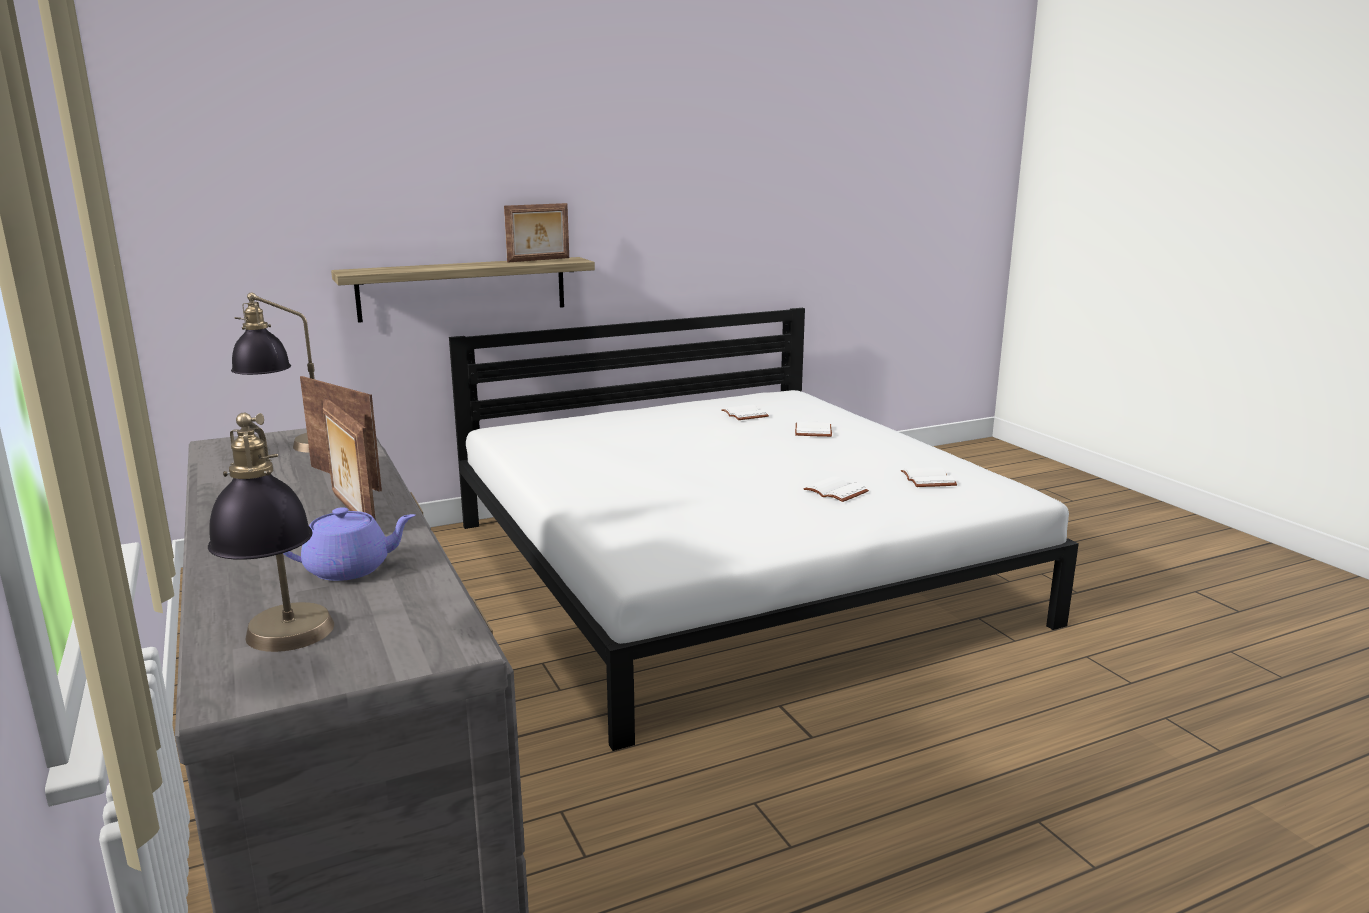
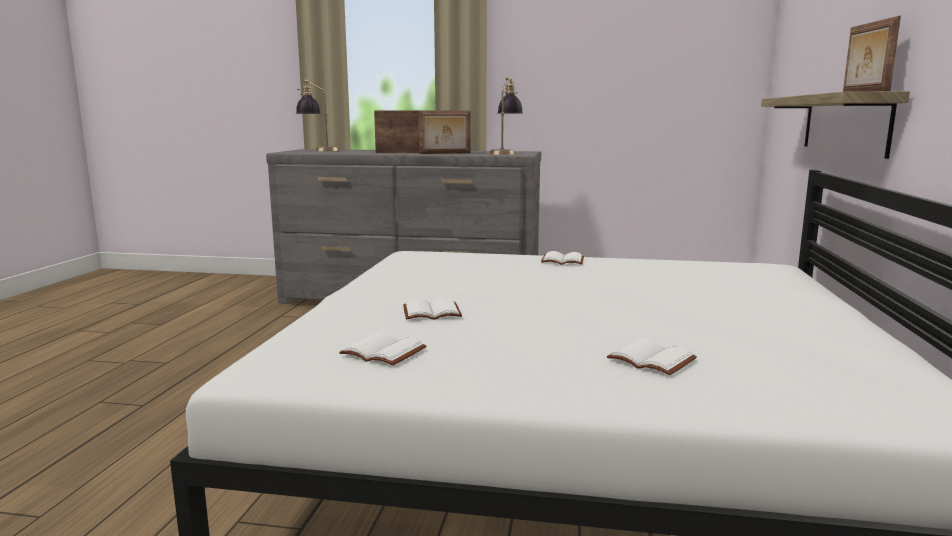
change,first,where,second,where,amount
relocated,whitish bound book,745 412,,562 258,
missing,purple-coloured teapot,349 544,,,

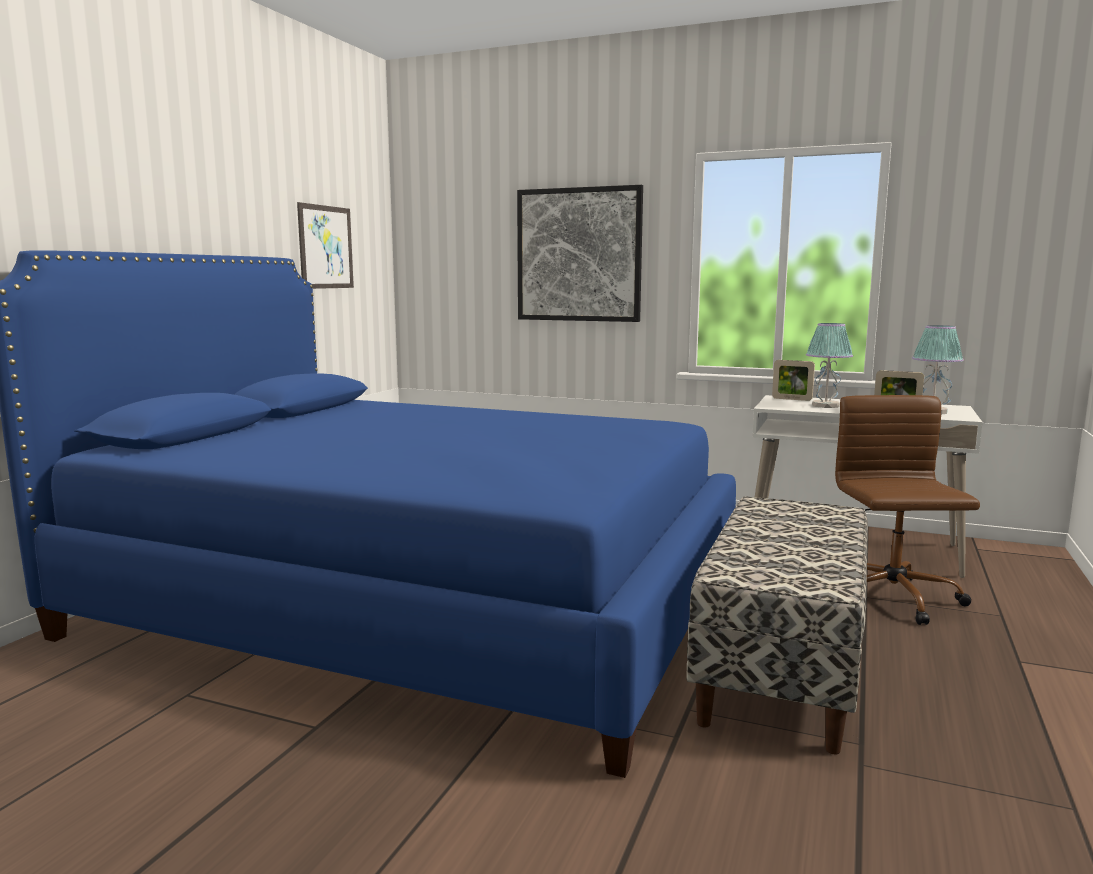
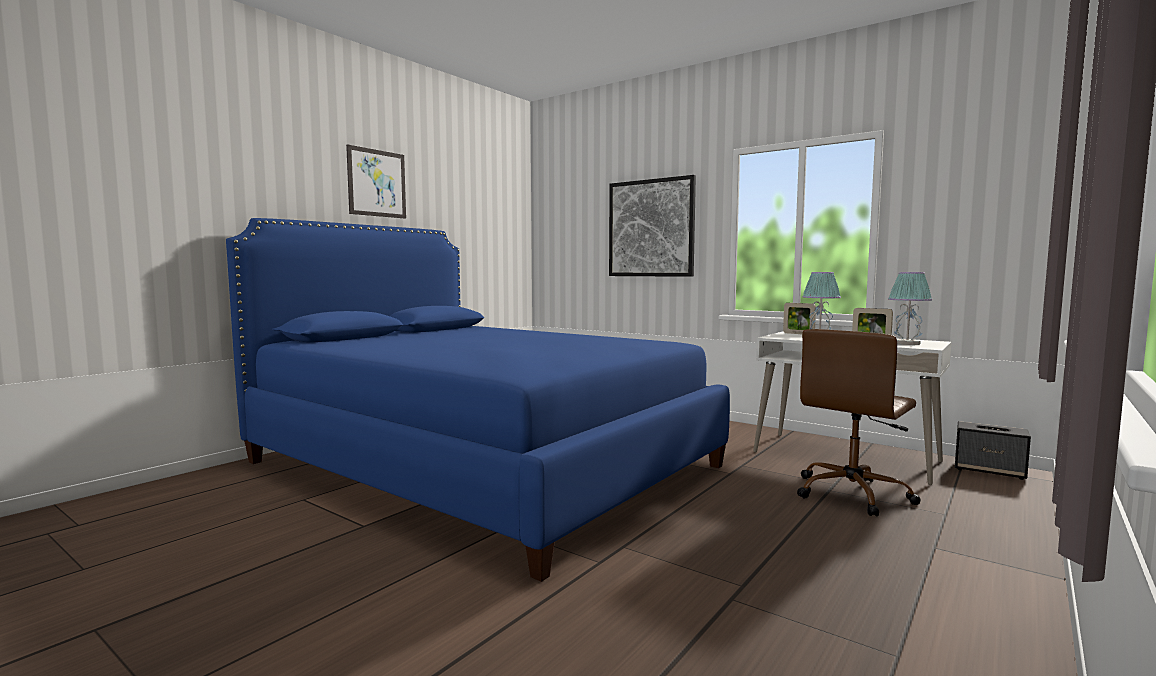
change,first,where,second,where,amount
relocated,wall picture,325 245,,376 181,
spun,brownish office chair,907 510,,859 422,150 degrees counterclockwise
appeared,,,speaker,993 450,
missing,bench,777 625,,,

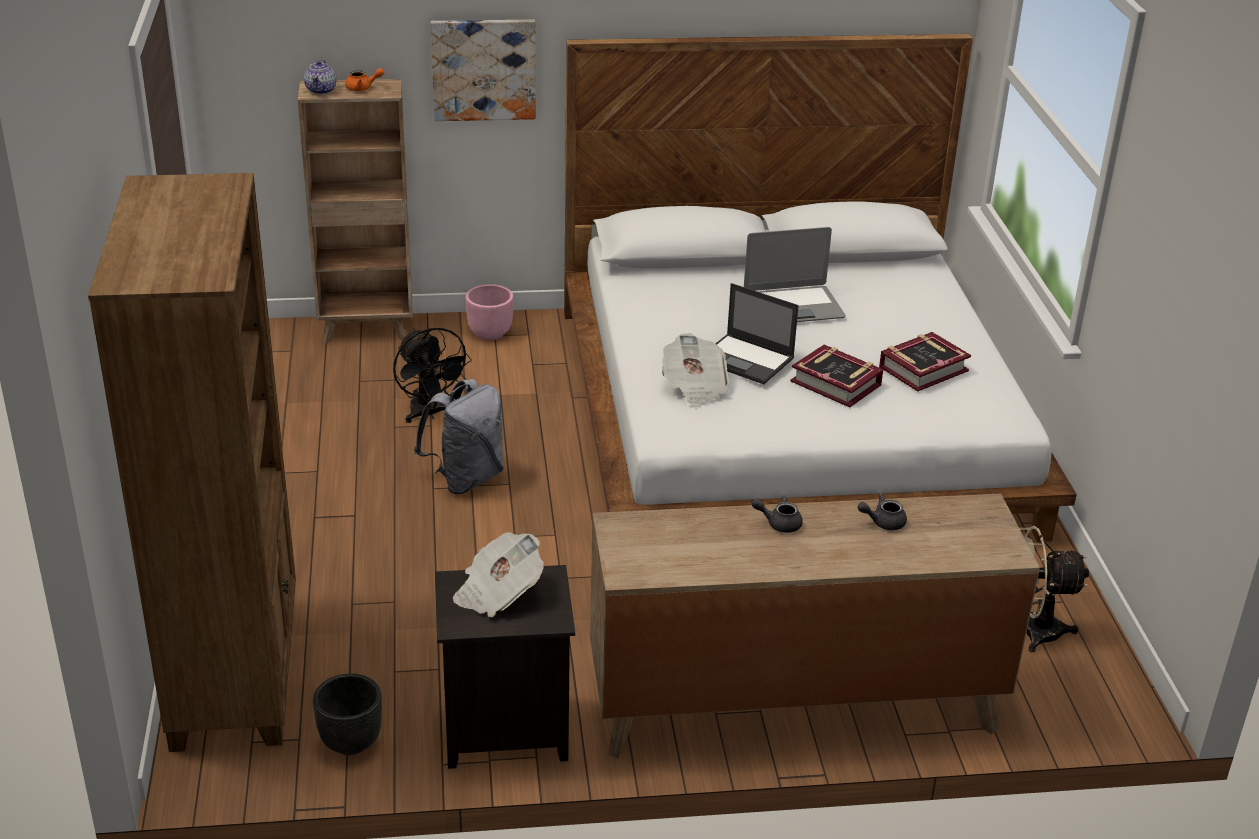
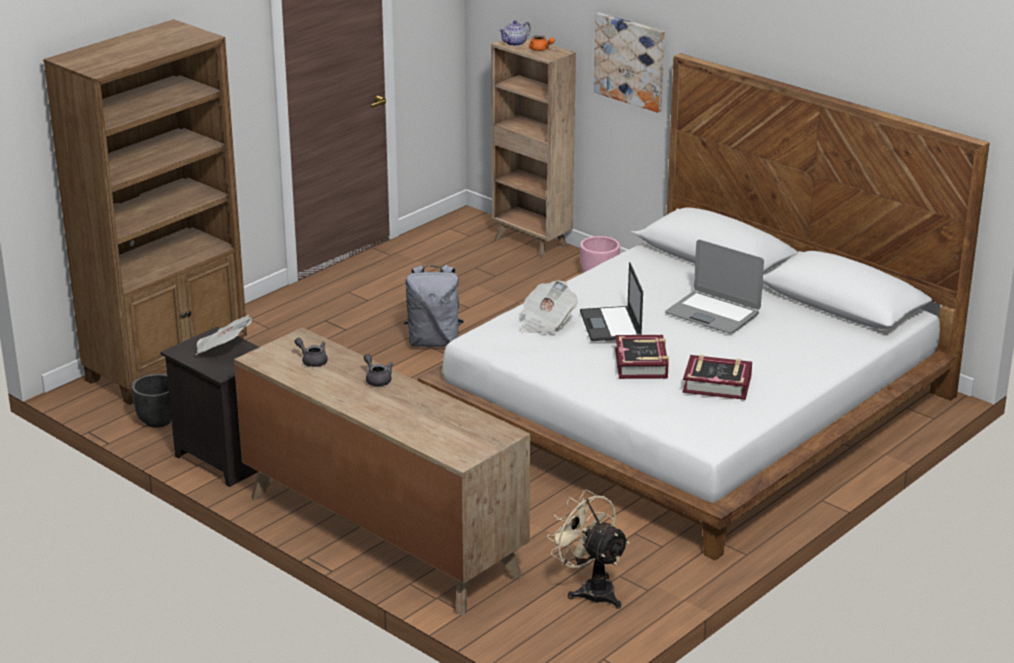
change,first,where,second,where,amount
relocated,greyish teapot,882 511,,311 352,
missing,black fan,432 375,,,

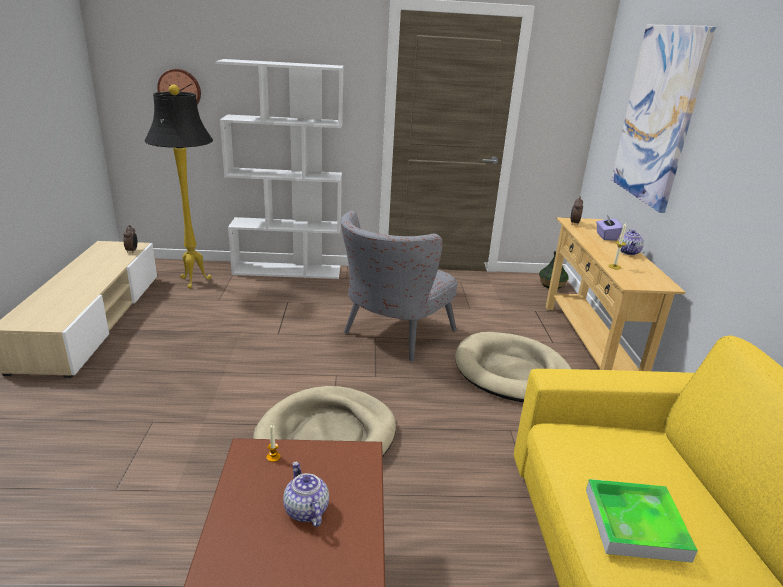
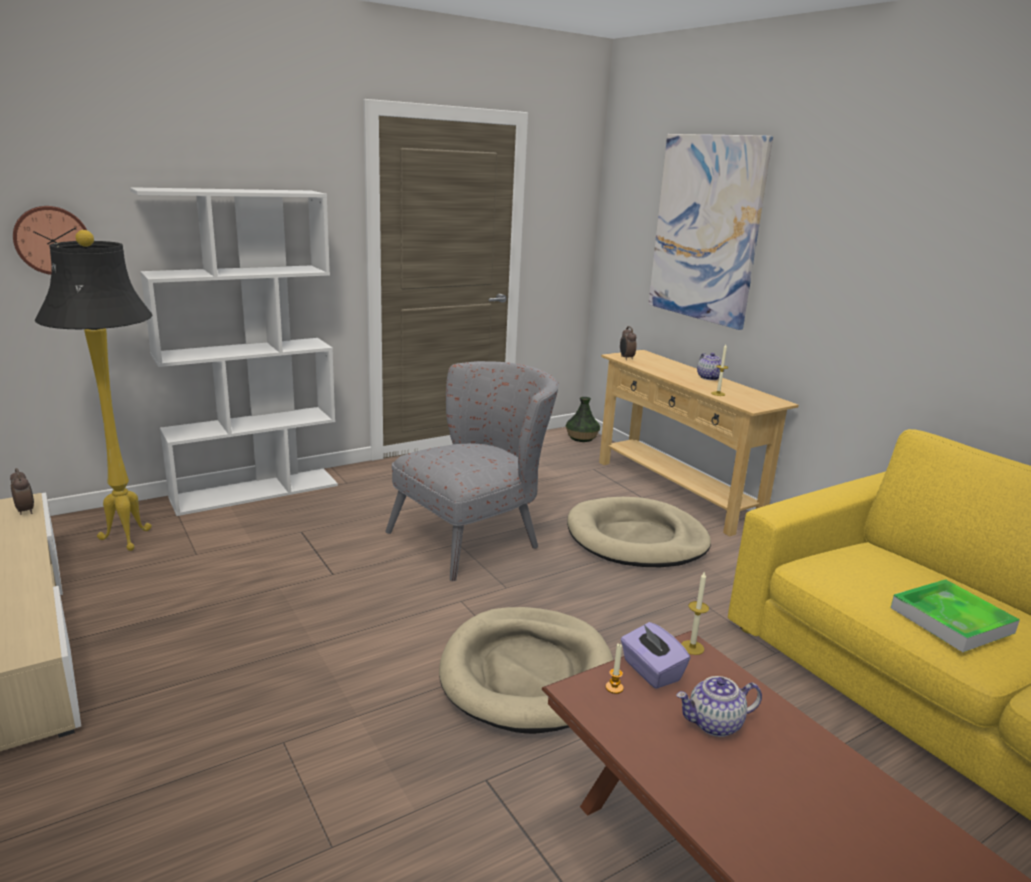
change,first,where,second,where,amount
spun,greyish easy chair,399 286,,472 471,135 degrees counterclockwise
relocated,purple-coloured box of tissues,609 228,,655 655,
spun,teapot,306 494,,719 706,45 degrees counterclockwise
appeared,,,candle,695 613,

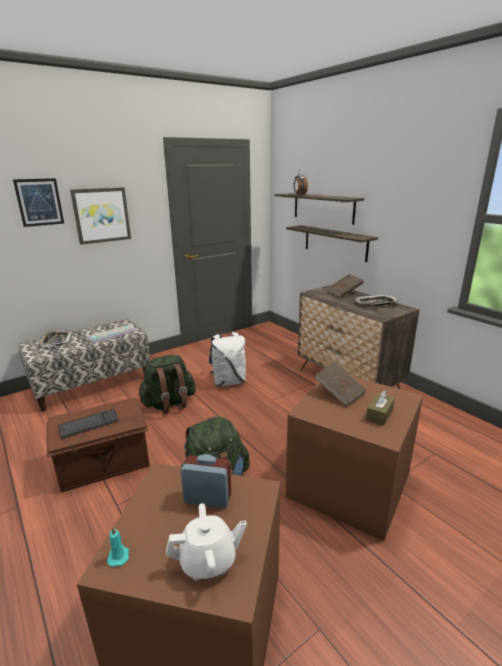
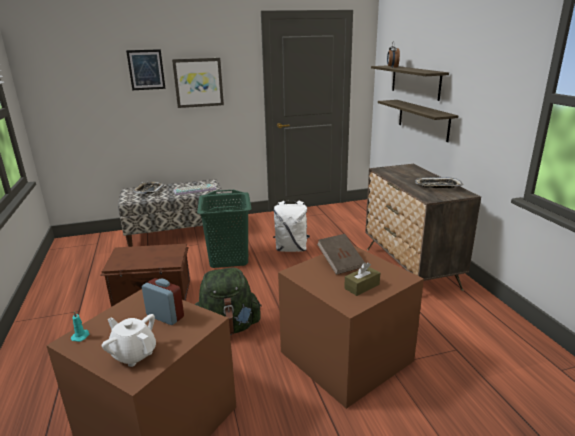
change,first,where,second,where,amount
spun,whitish teapot,206 541,,129 340,150 degrees counterclockwise
exchanged,green-coloured knapsack,167 384,green-coloured hamper,224 229,
missing,keyboard,88 424,,,
missing,brownish bound book,346 286,,,

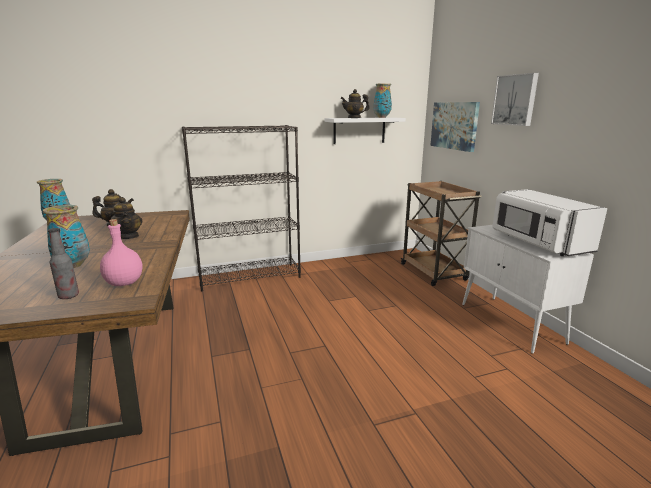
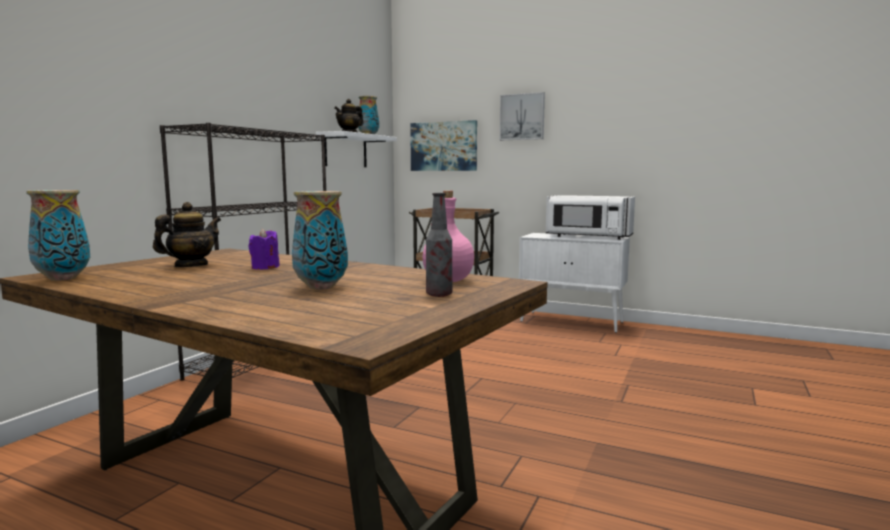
change,first,where,second,where,amount
exchanged,teapot,125 218,purple-coloured candle,264 249,

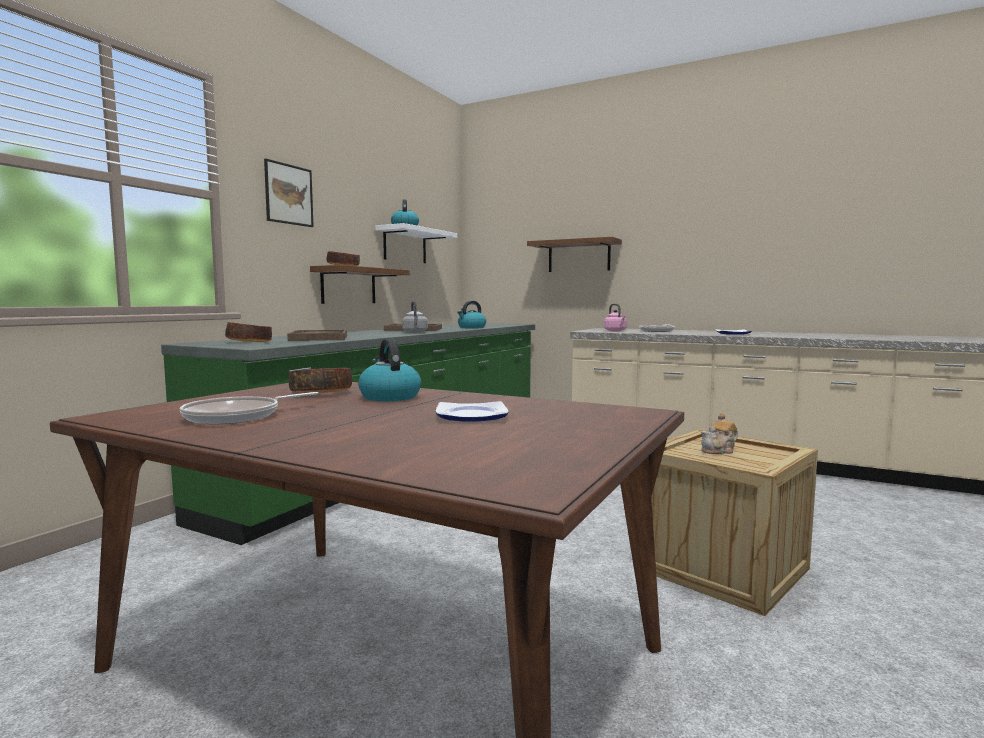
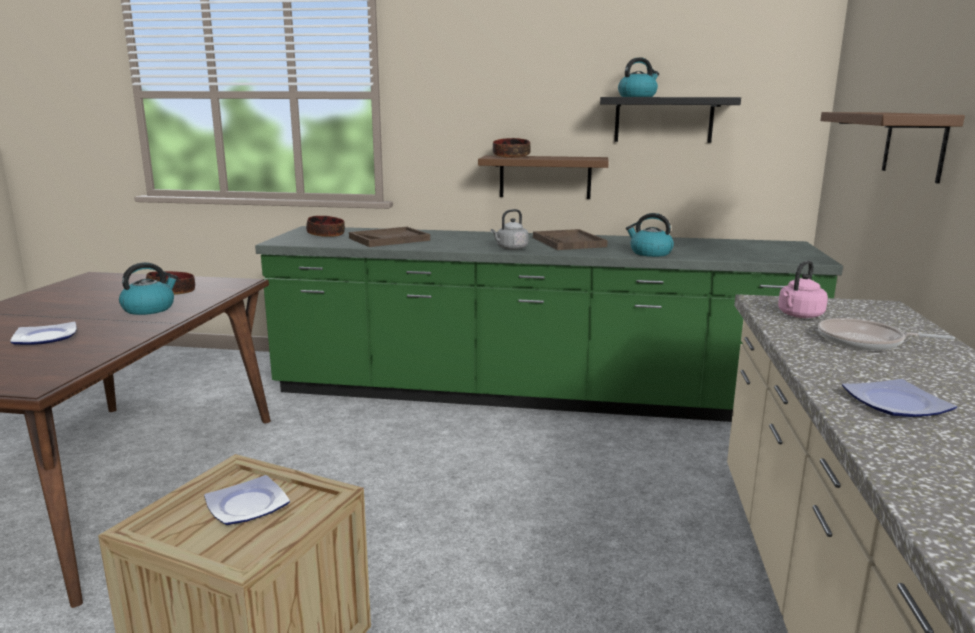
change,first,where,second,where,amount
exchanged,teapot,719 433,flat dish,247 500,
colour,whitish shelf,416 243,black shelf,670 120,
missing,frying pan,249 408,,,
missing,wall picture,289 193,,,

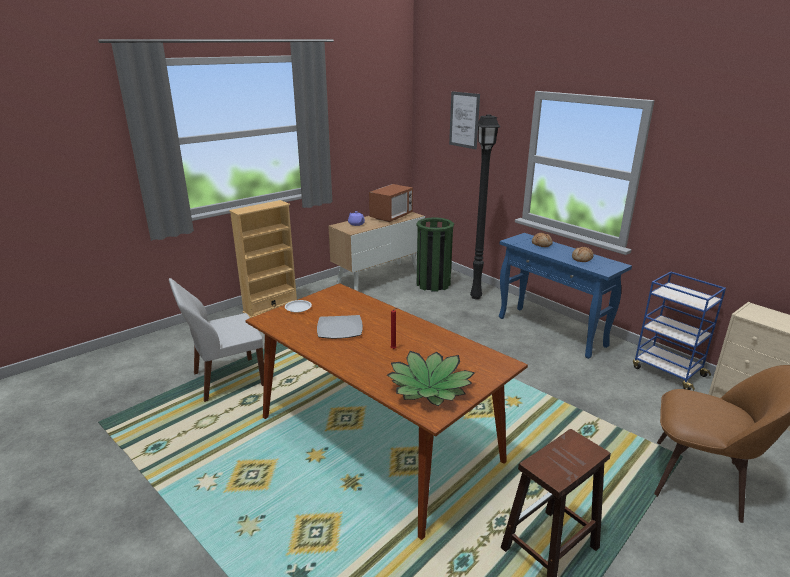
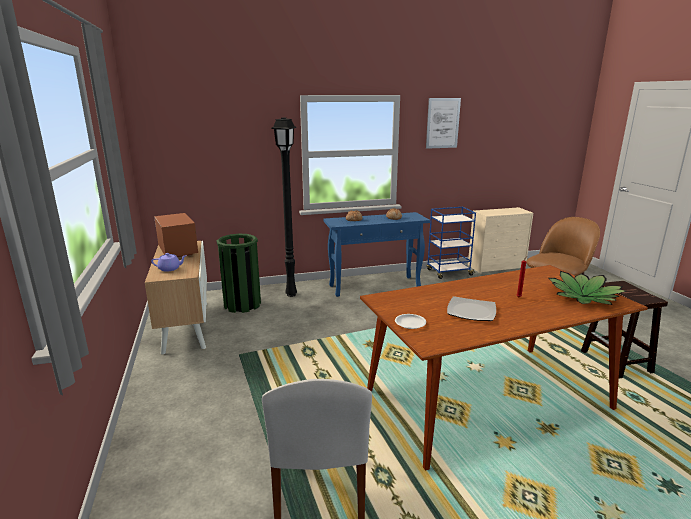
change,first,where,second,where,amount
relocated,wall picture,464 120,,443 123,
missing,beige bookshelf,263 259,,,

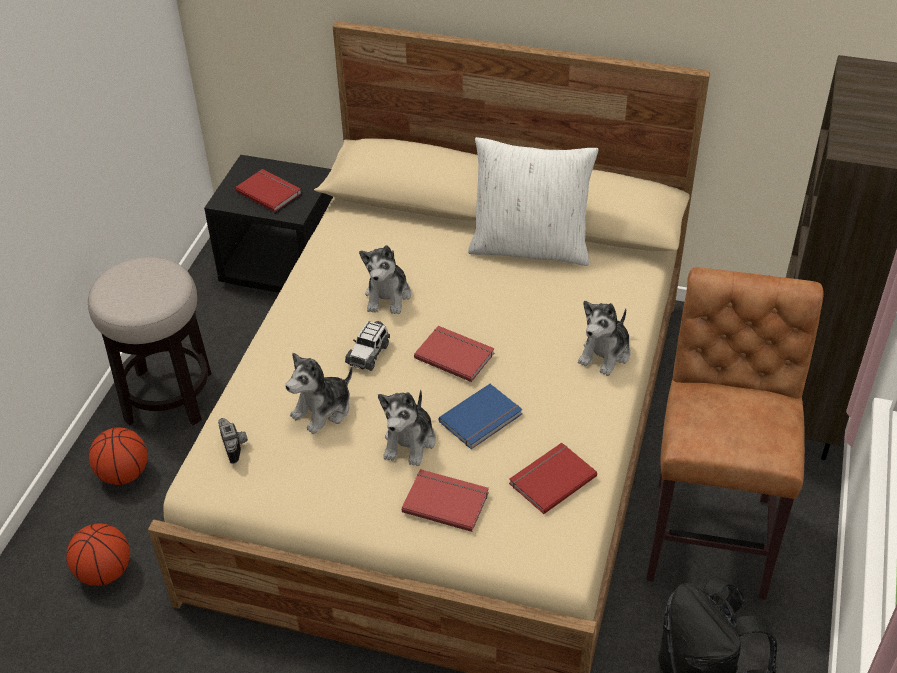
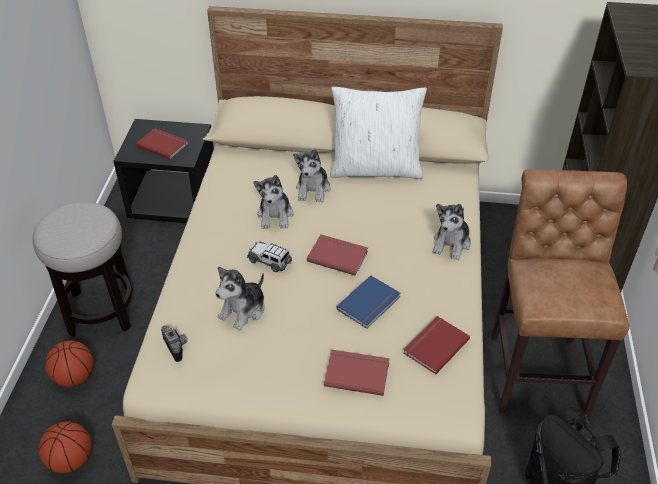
change,first,where,second,where,amount
spun,model car,367 346,,269 256,105 degrees clockwise
relocated,cuddly toy,407 428,,312 175,

